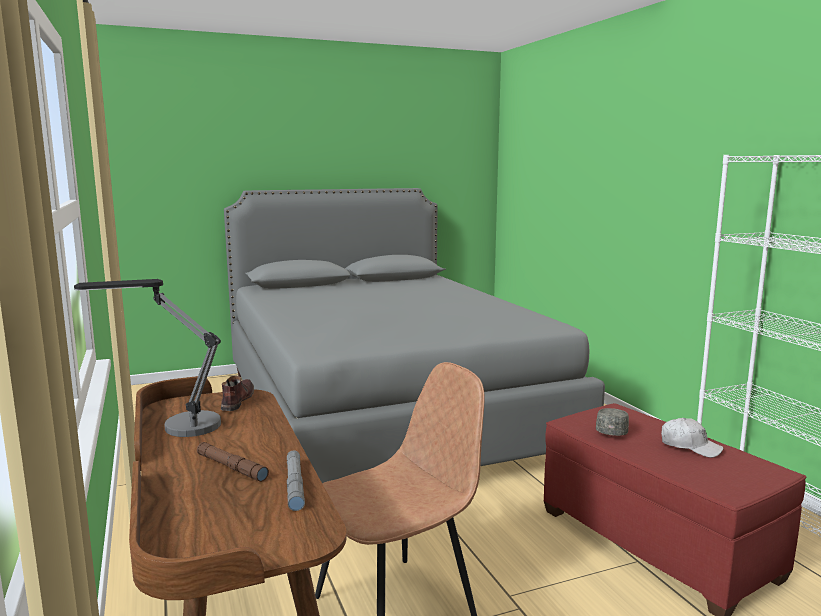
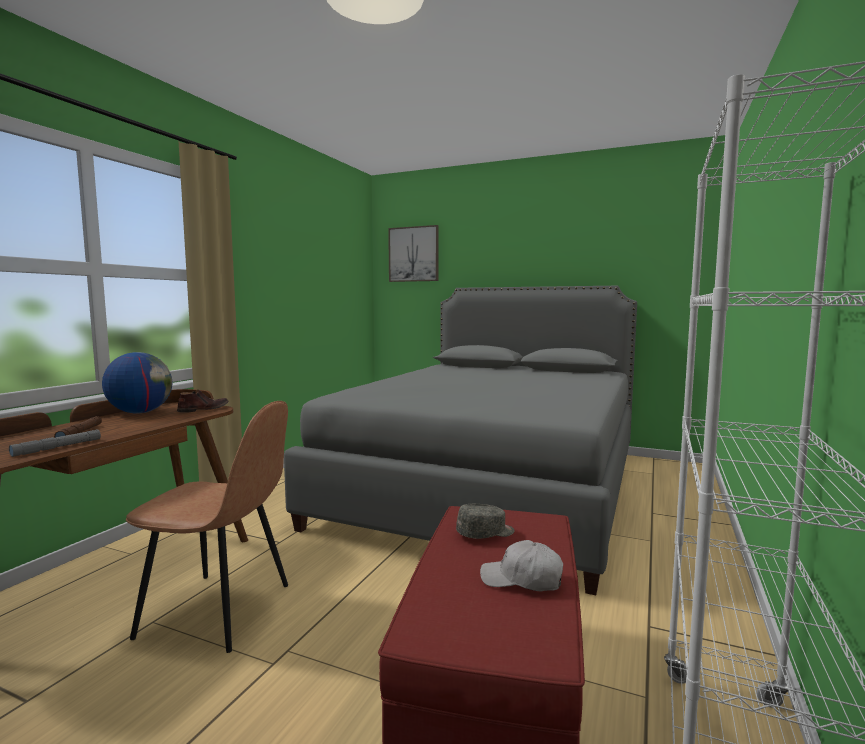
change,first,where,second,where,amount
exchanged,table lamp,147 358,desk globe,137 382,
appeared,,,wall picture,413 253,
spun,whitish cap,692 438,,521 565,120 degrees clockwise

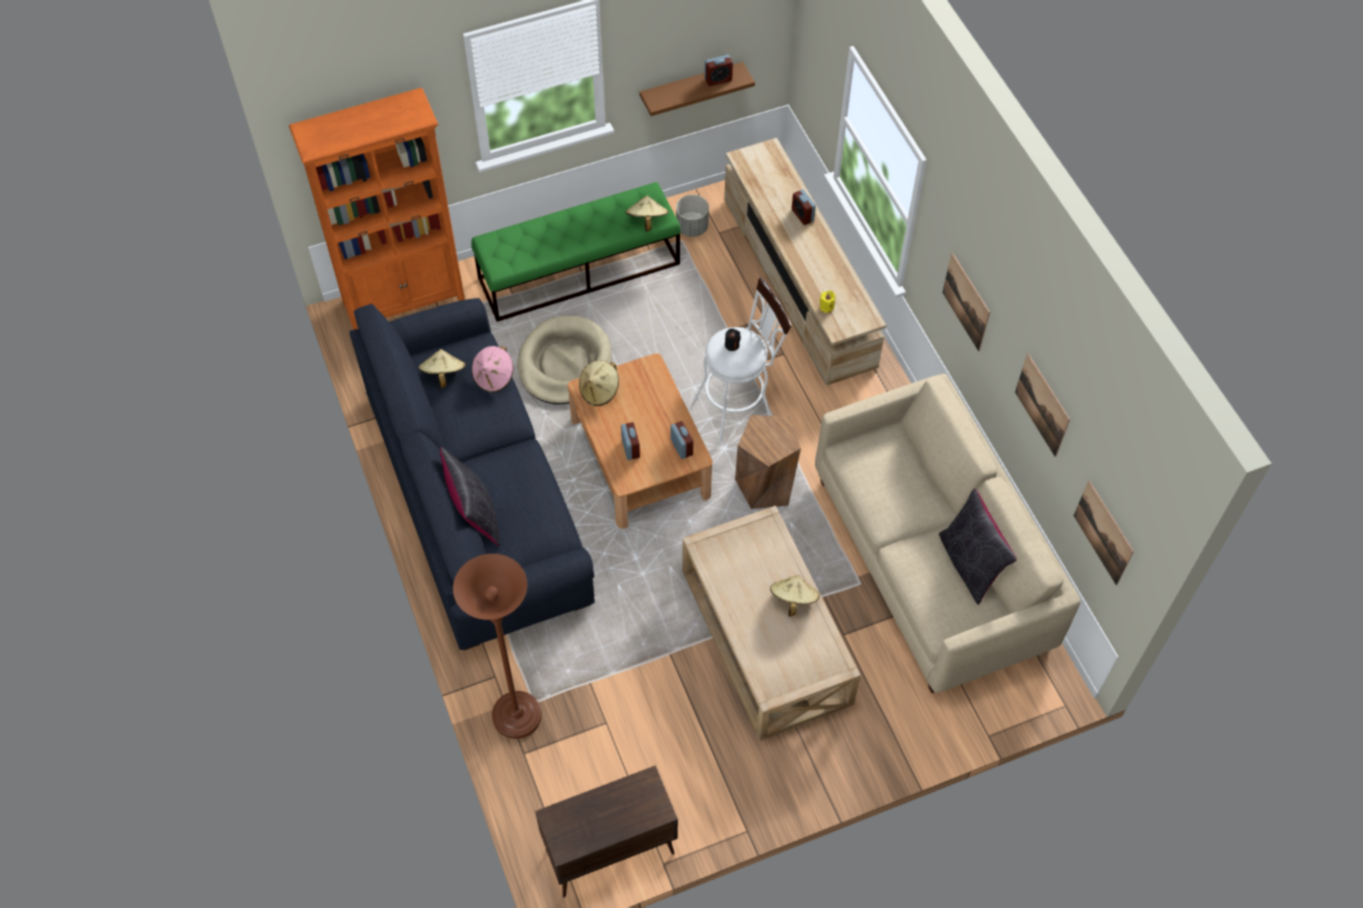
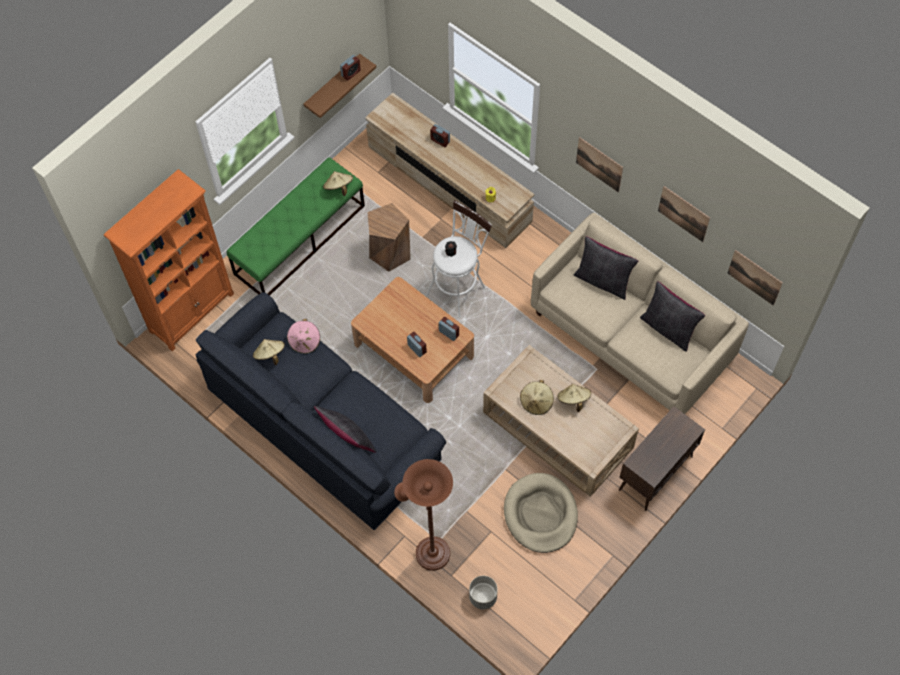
change,first,where,second,where,amount
relocated,brownish stool seat,768 462,,389 237,
relocated,greyish planter,692 216,,483 592,
relocated,beige pet bed,565 359,,541 513,
relocated,beige hat,599 383,,537 397,
appeared,,,black pillow,606 268,
relocated,brownish storage cabinet,606 831,,662 458,

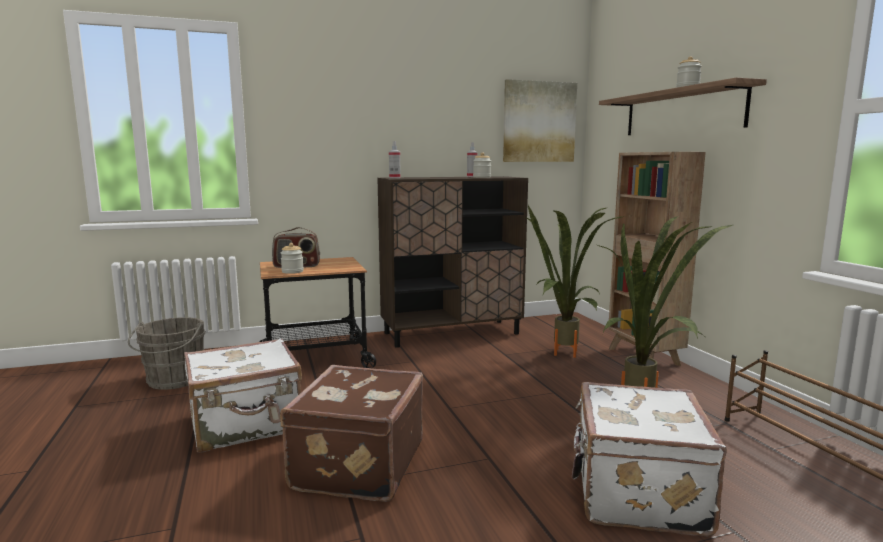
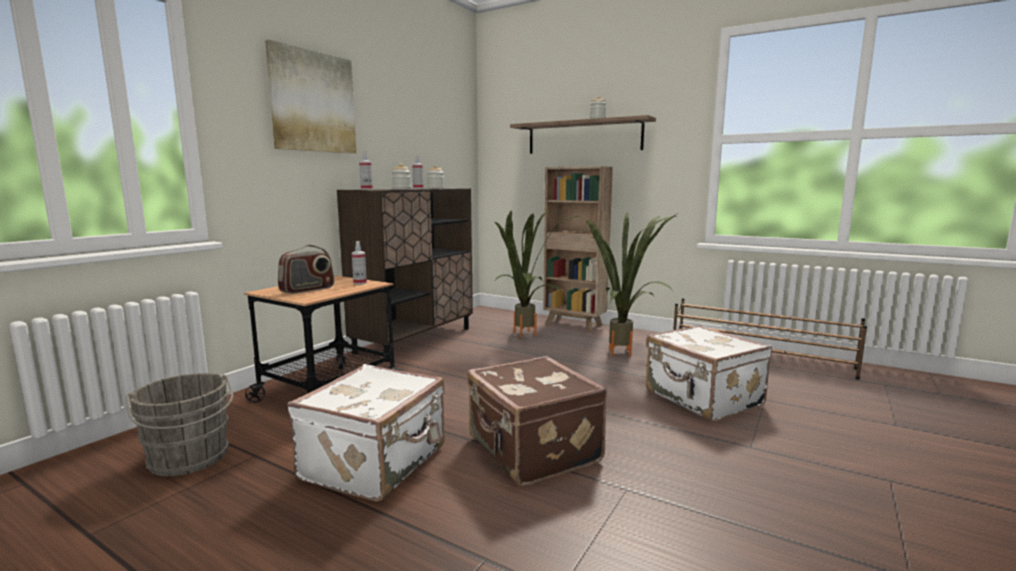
change,first,where,second,where,amount
relocated,wall picture,540 120,,310 97,
appeared,,,hand sprayer,359 263,
relocated,jar,292 258,,401 176,

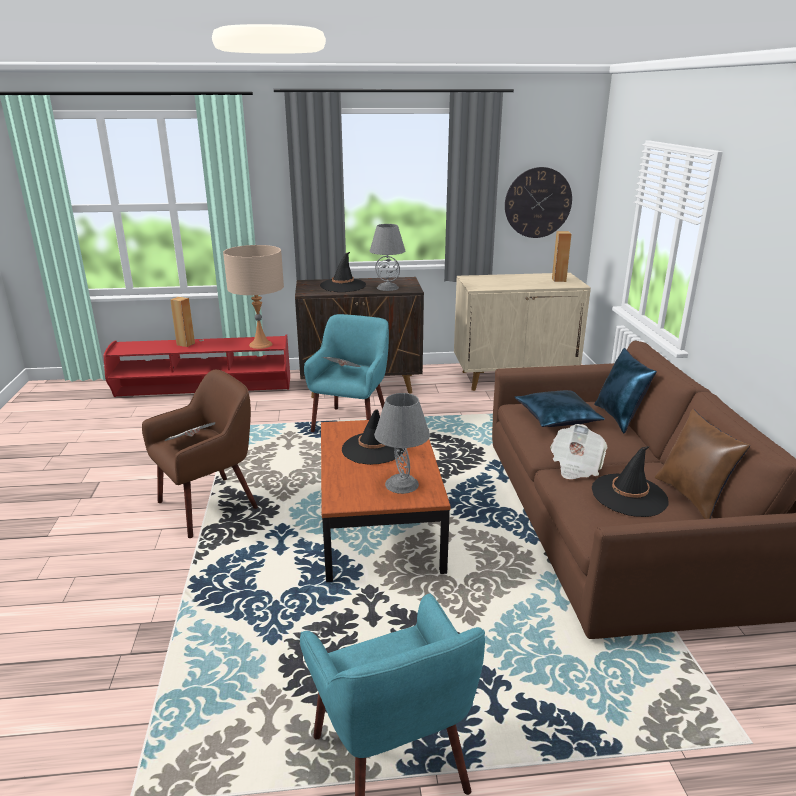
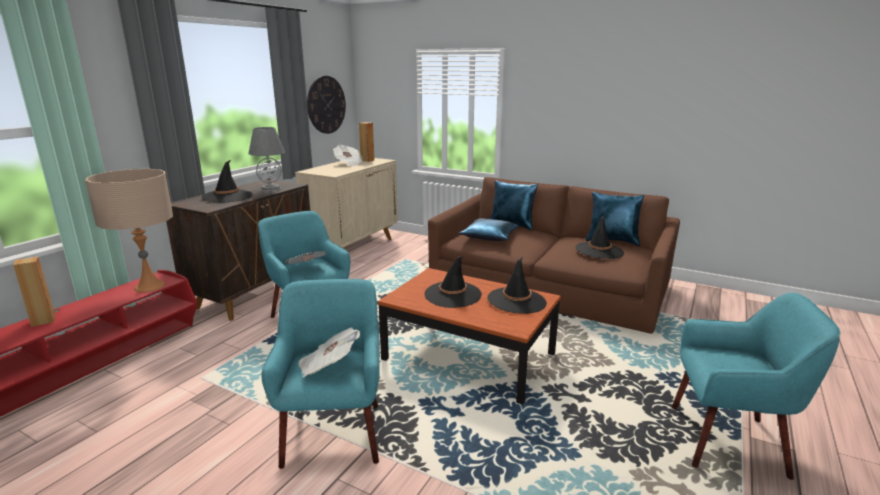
change,first,where,second,where,amount
colour,brownish easy chair,200 454,turquoise-coloured easy chair,320 374,
relocated,printed paper,578 451,,348 156,
exchanged,greyish table lamp,402 443,black hat,517 285,
colour,brownish pillow,702 464,blue-coloured pillow,615 219,

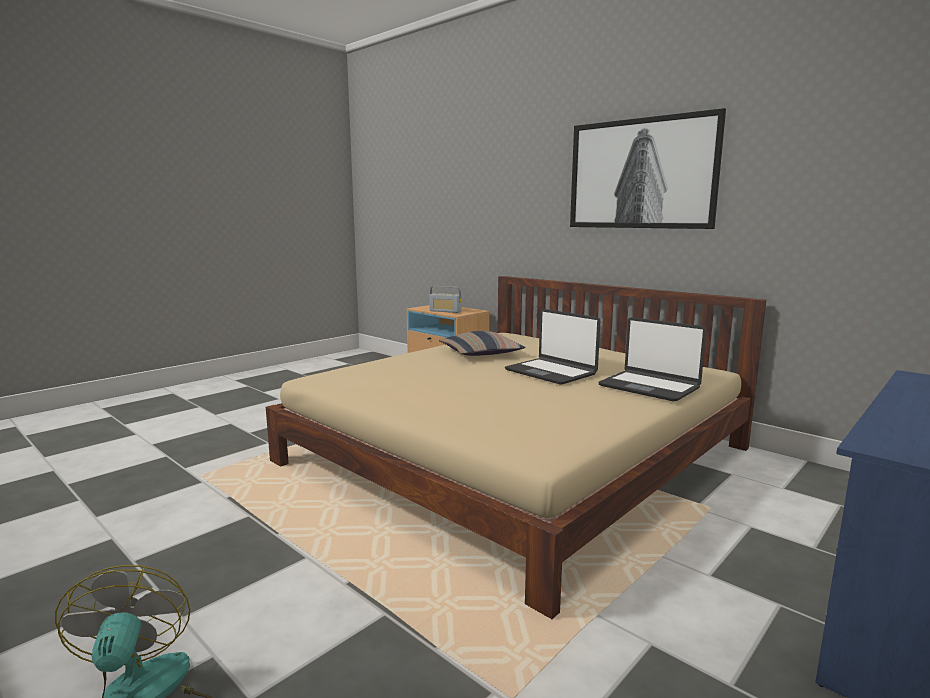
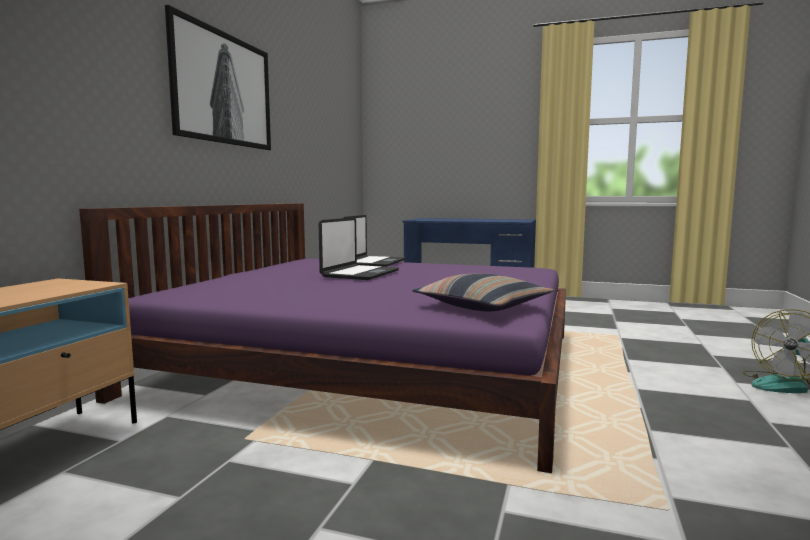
change,first,where,second,where,amount
colour,beige bedroom bed,516 447,purple-coloured bedroom bed,322 338,
relocated,pillow,482 343,,483 292,
missing,radio set,445 299,,,

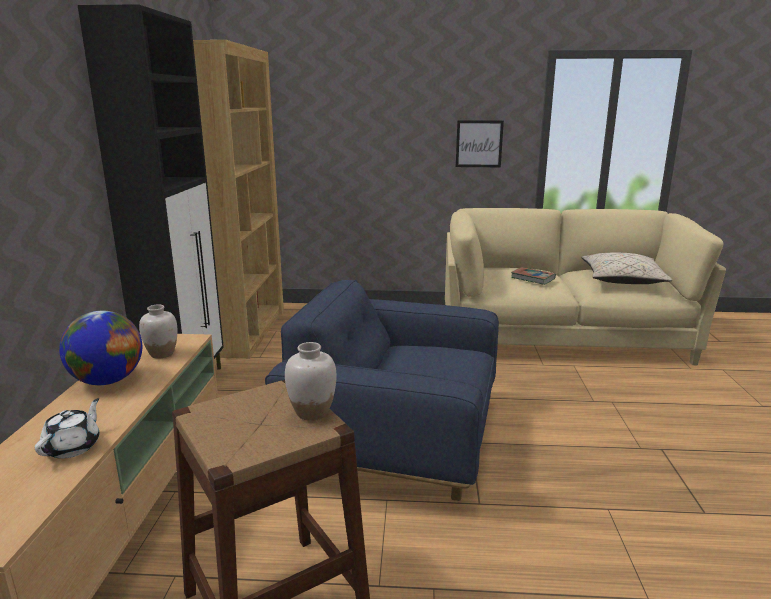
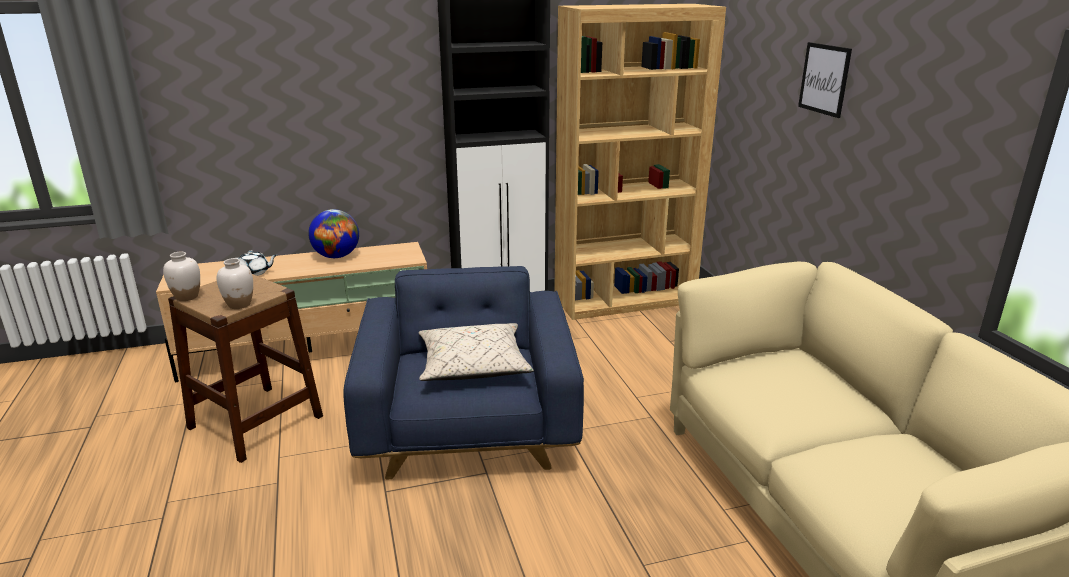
change,first,where,second,where,amount
relocated,whitish decorative vase,158 331,,181 276,
relocated,beige pillow,627 268,,476 352,
relocated,wall picture,480 143,,825 80,
missing,bound book,533 276,,,

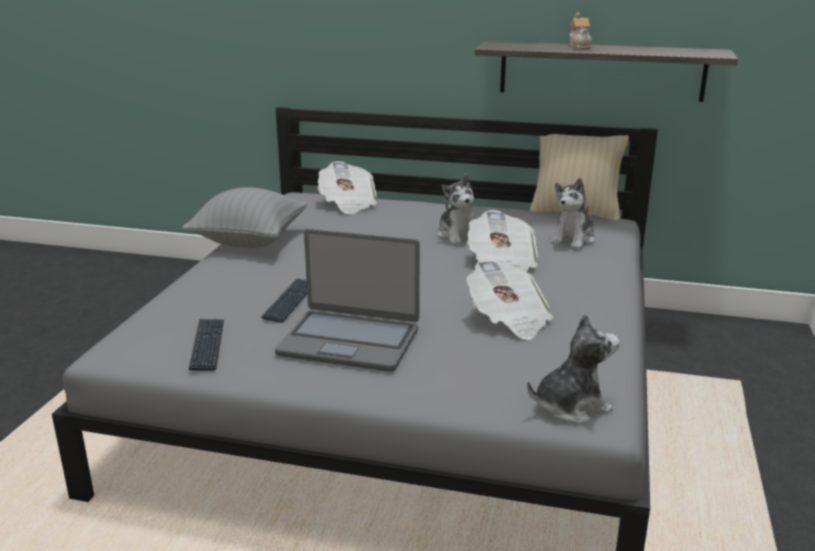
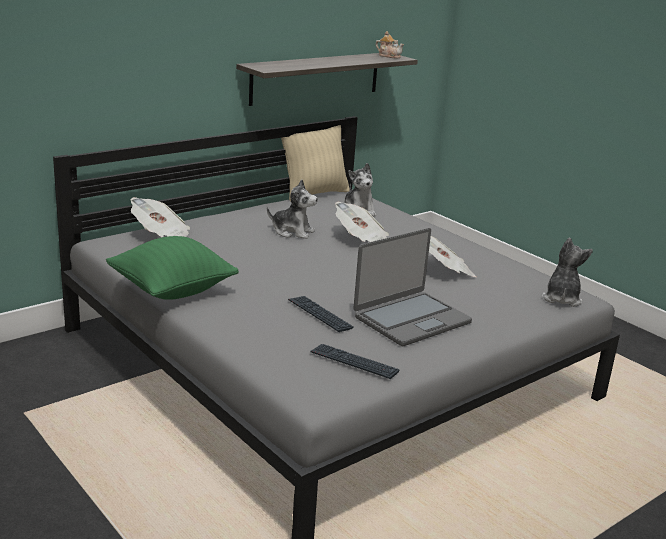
change,first,where,second,where,amount
colour,greyish pillow,245 217,green-coloured pillow,172 268,
relocated,teapot,580 30,,390 45,

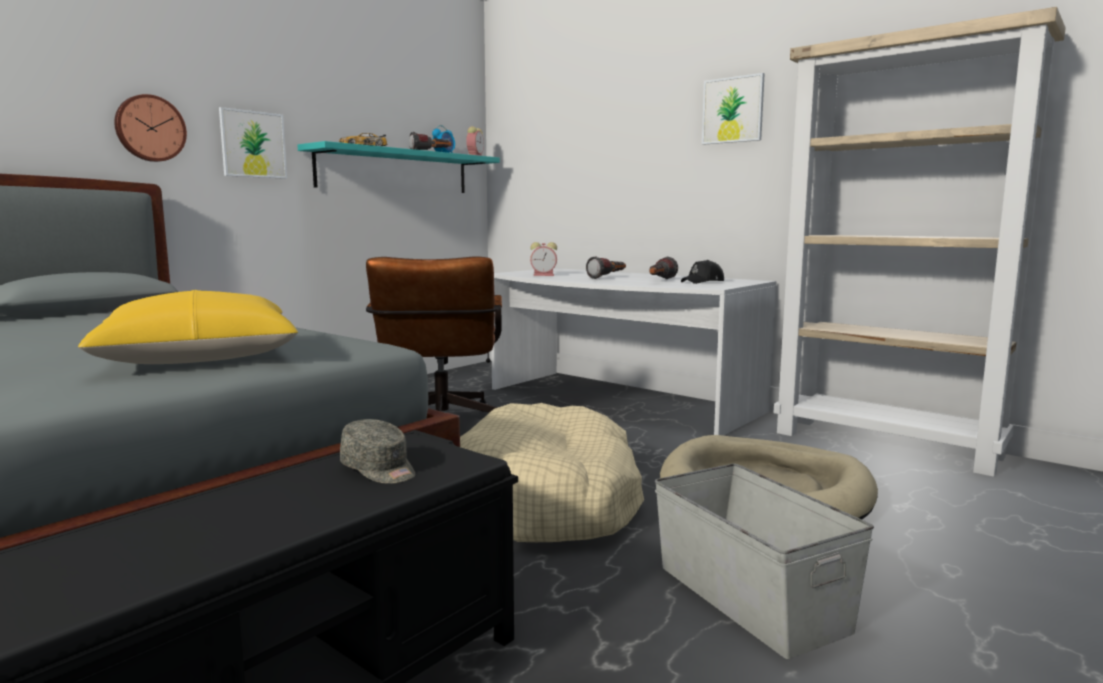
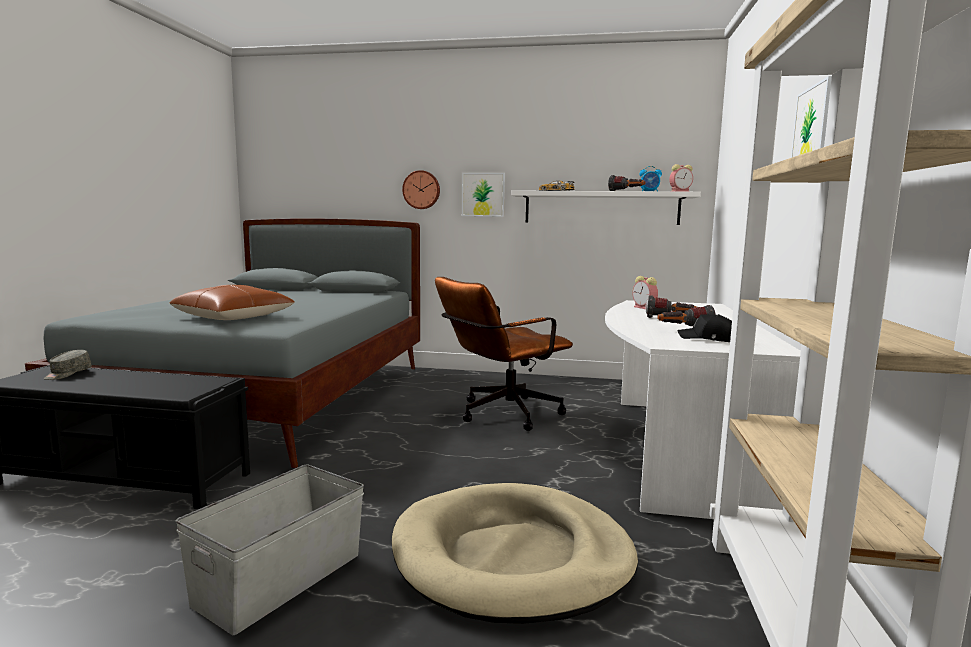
change,first,where,second,where,amount
relocated,greyish cap,377 451,,68 365,
colour,yellow-coloured pillow,188 327,brownish pillow,232 302,
colour,turquoise-coloured shelf,399 167,whitish shelf,606 207,
missing,beige pet bed,552 472,,,

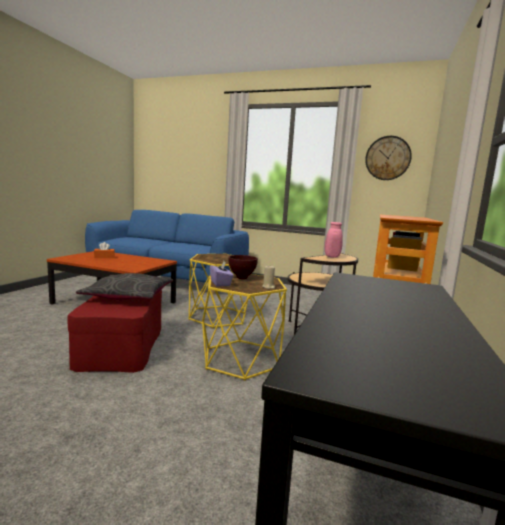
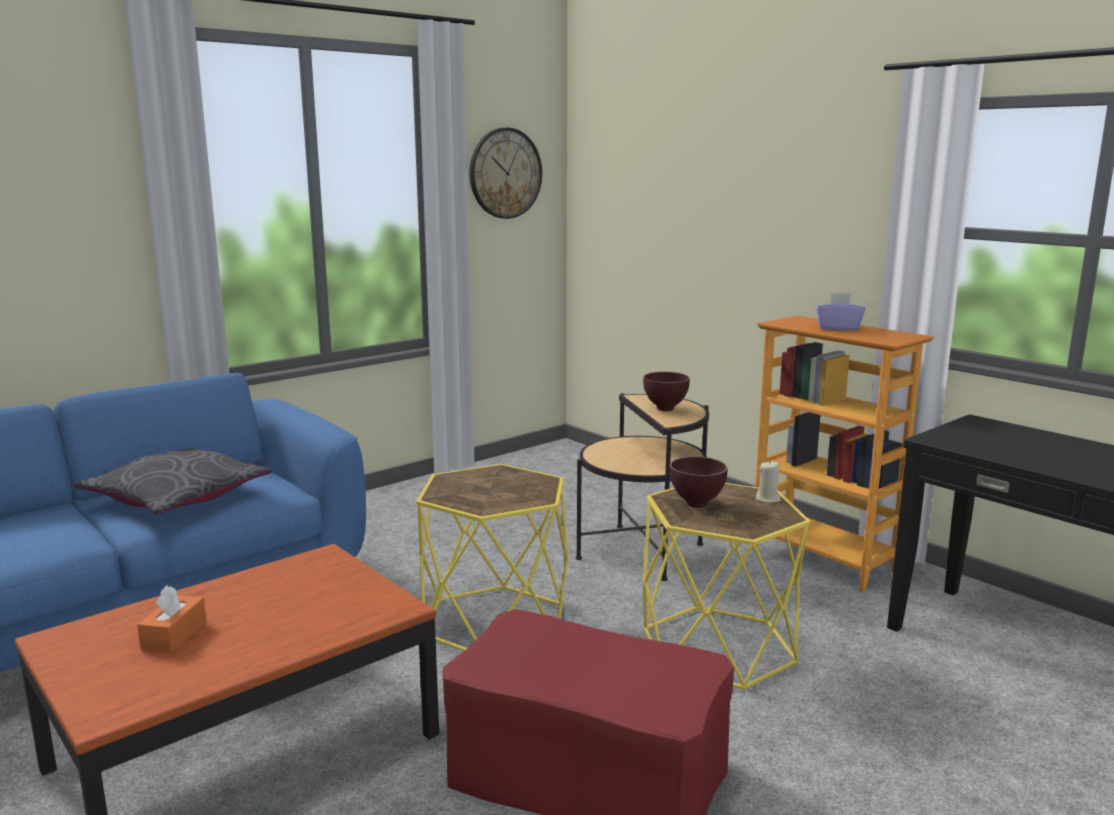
change,first,where,second,where,amount
relocated,greyish pillow,124 286,,172 481,
exchanged,pinkish decorative vase,334 240,brownish deep dish,666 391,
relocated,purple-coloured box of tissues,222 273,,840 312,

